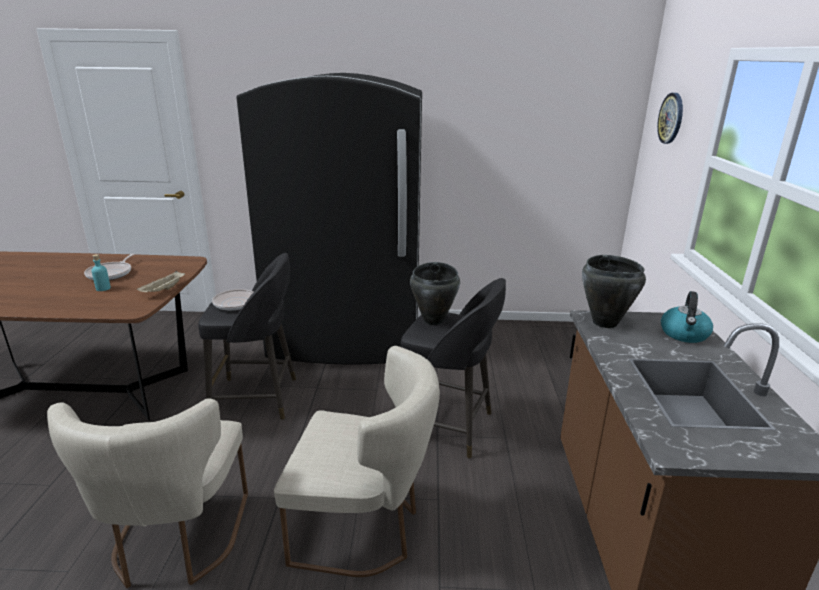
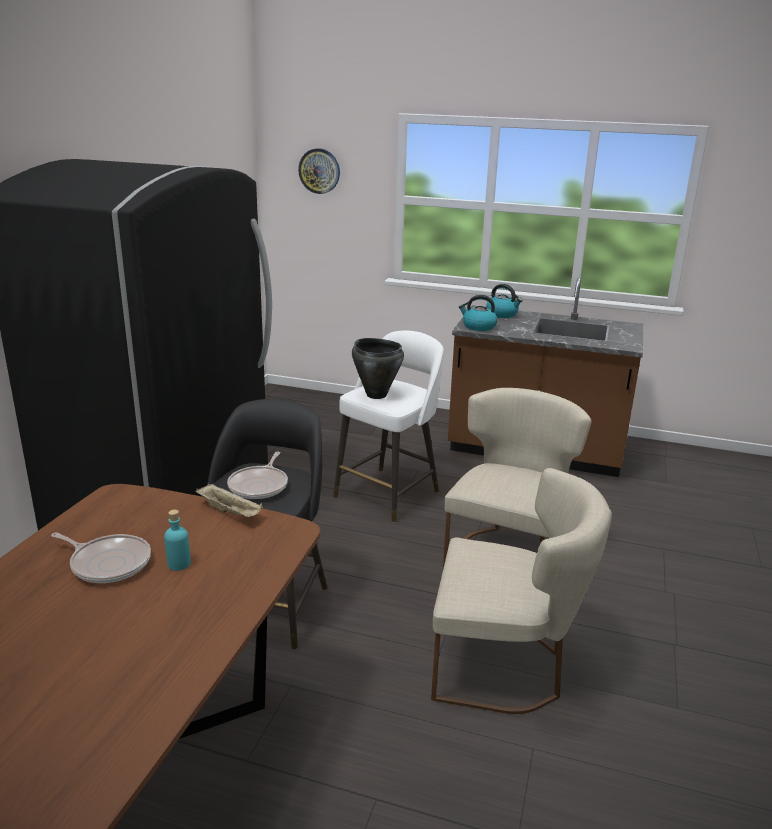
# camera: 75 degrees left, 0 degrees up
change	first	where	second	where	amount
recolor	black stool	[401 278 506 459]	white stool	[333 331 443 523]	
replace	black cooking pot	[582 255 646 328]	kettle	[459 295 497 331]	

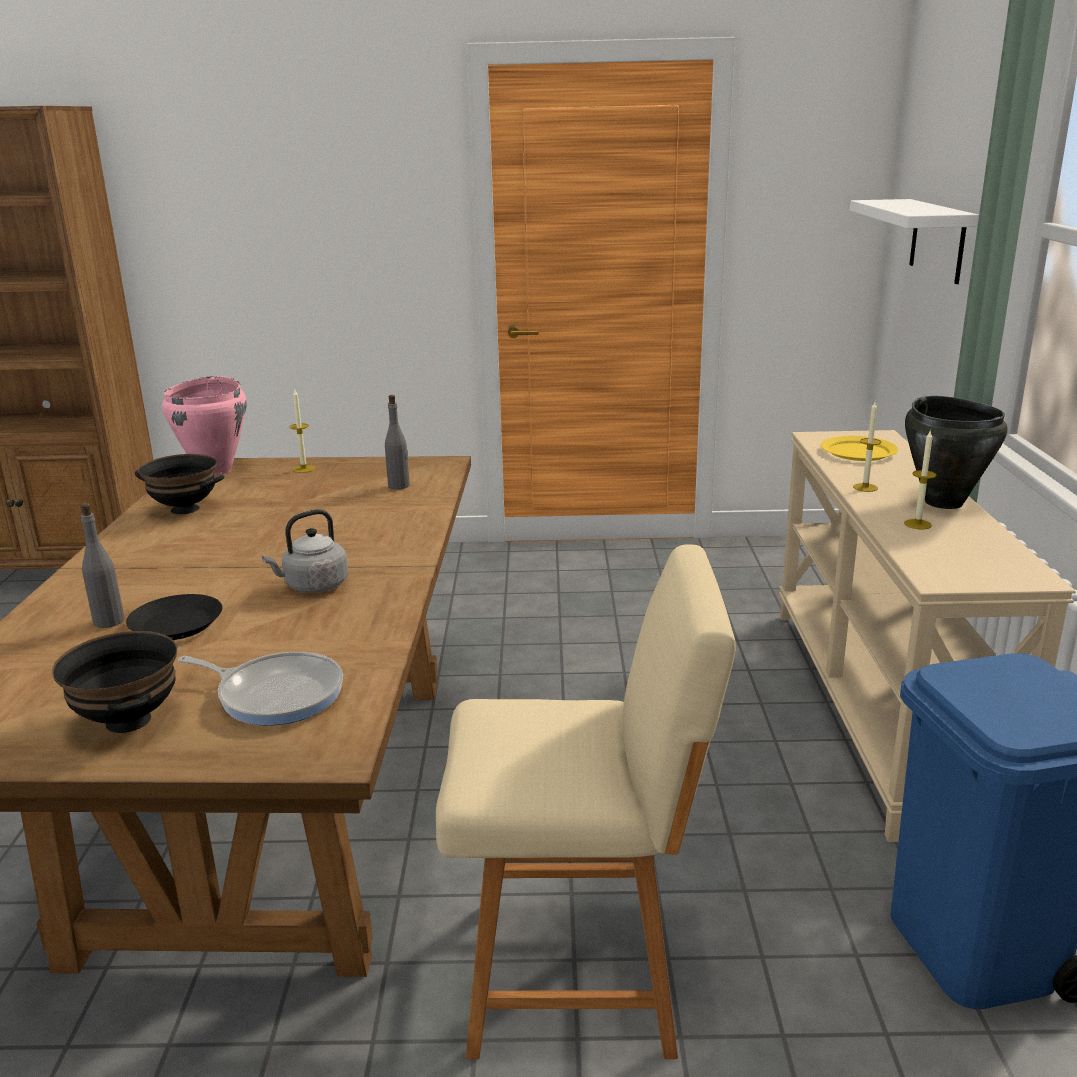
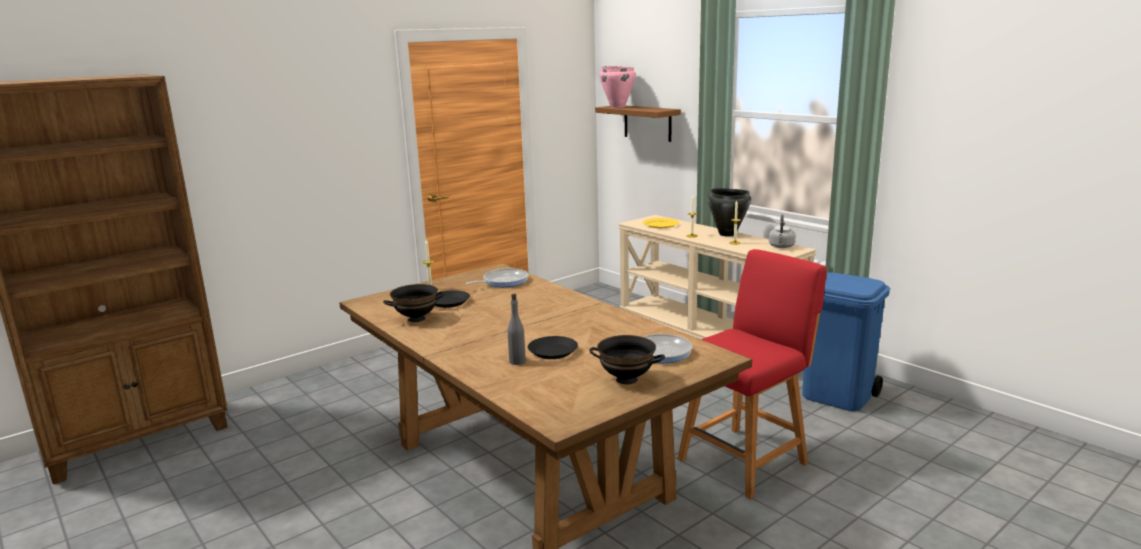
# camera: 40 degrees left, 5 degrees down
change	first	where	second	where	amount
move	pink cooking pot	[162 376 247 476]		[599 66 636 108]	
move	grey kettle	[262 509 348 593]		[769 215 796 248]	
replace	grey bottle	[385 395 409 490]	frying pan	[466 269 528 287]	
recolor	beige chair	[436 544 736 1059]	red chair	[678 249 827 499]	
recolor	white shelf	[850 199 979 284]	brown shelf	[595 106 681 142]	
insert			black plate	[435 290 470 308]	

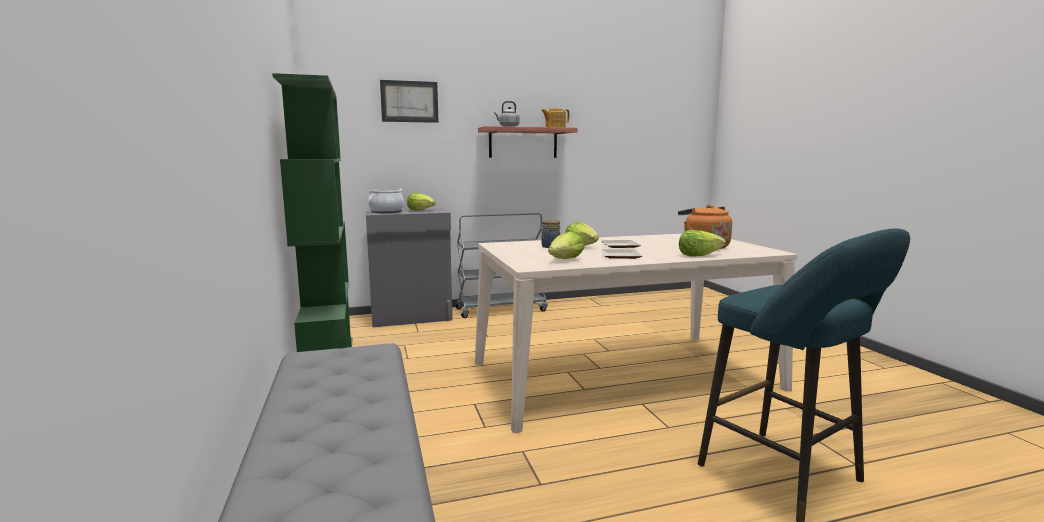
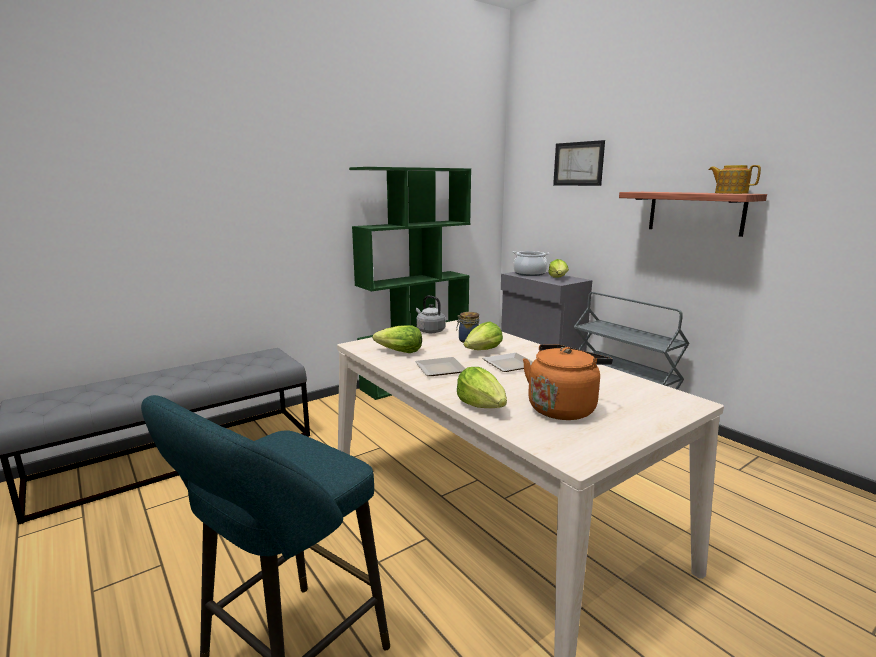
# camera: 70 degrees right, 5 degrees up
change	first	where	second	where	amount
move	grey kettle	[494 101 520 127]		[416 296 446 333]	

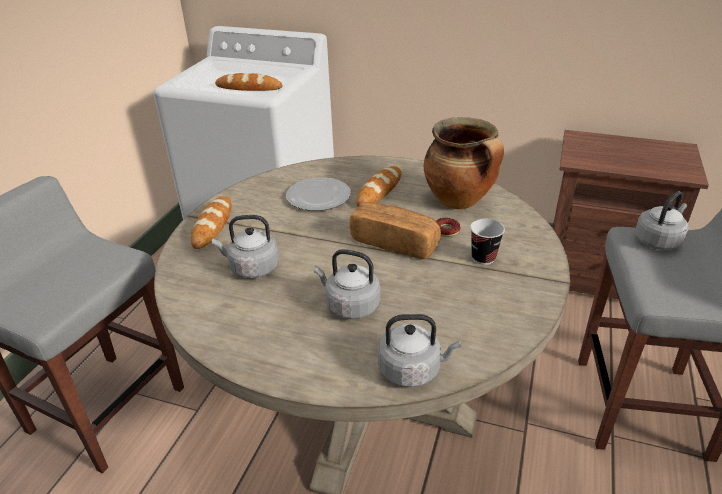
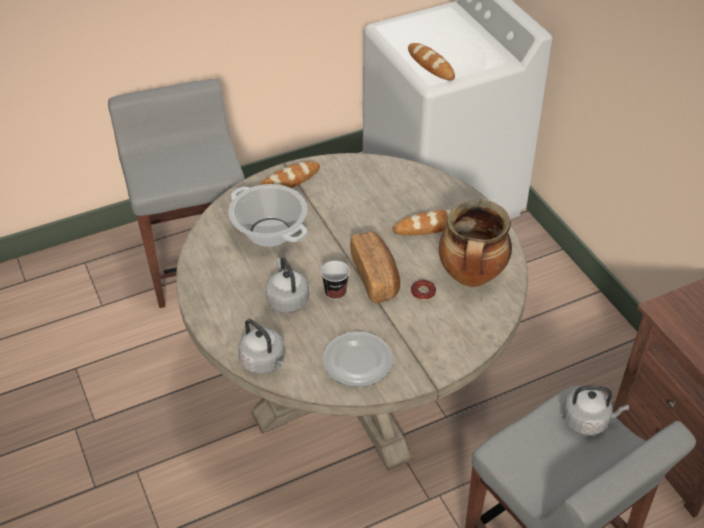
# camera: 45 degrees right, 10 degrees up
change	first	where	second	where	amount
replace	grey kettle	[212 215 279 279]	cooking pot	[228 184 308 247]	
move	plate	[286 177 351 211]		[322 332 393 387]	
move	cup	[470 219 505 265]		[321 261 350 300]	

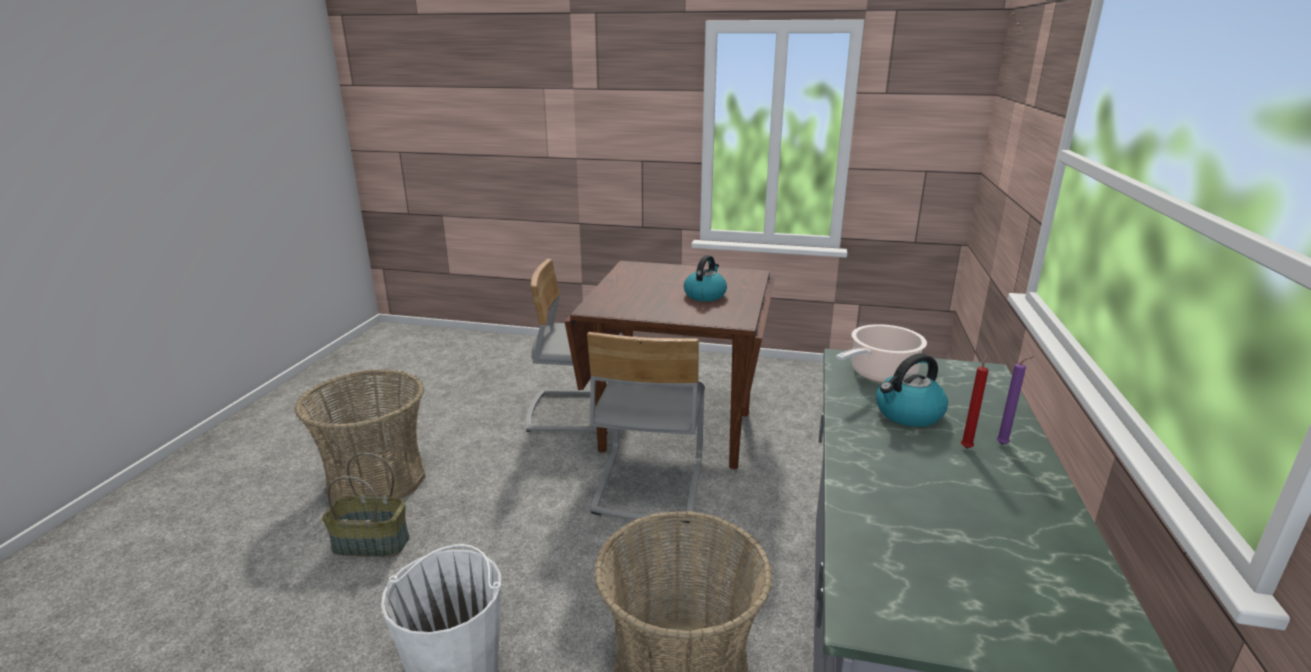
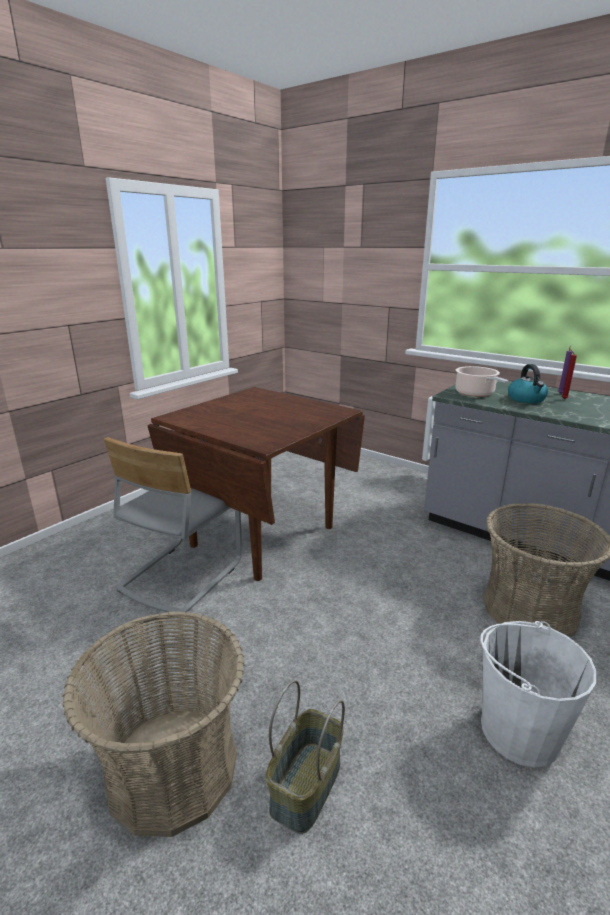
# camera: 65 degrees left, 0 degrees up
change	first	where	second	where	amount
delete	grey chair	[587 332 705 523]			
delete	kettle	[684 255 727 301]			

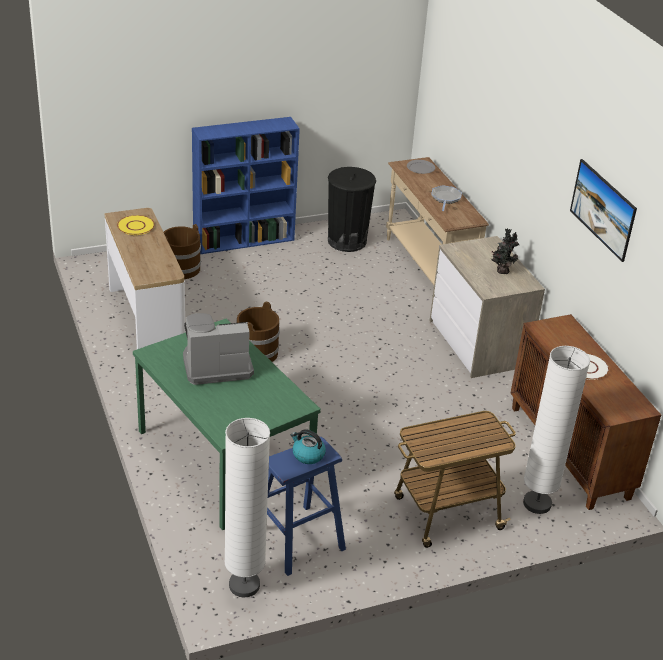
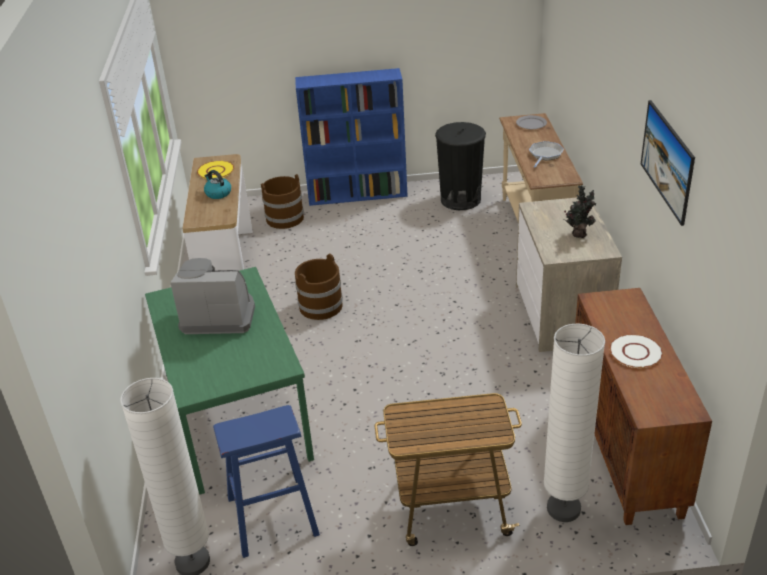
# camera: 20 degrees right, 0 degrees up
change	first	where	second	where	amount
move	kettle	[291 429 326 464]		[204 170 231 199]	

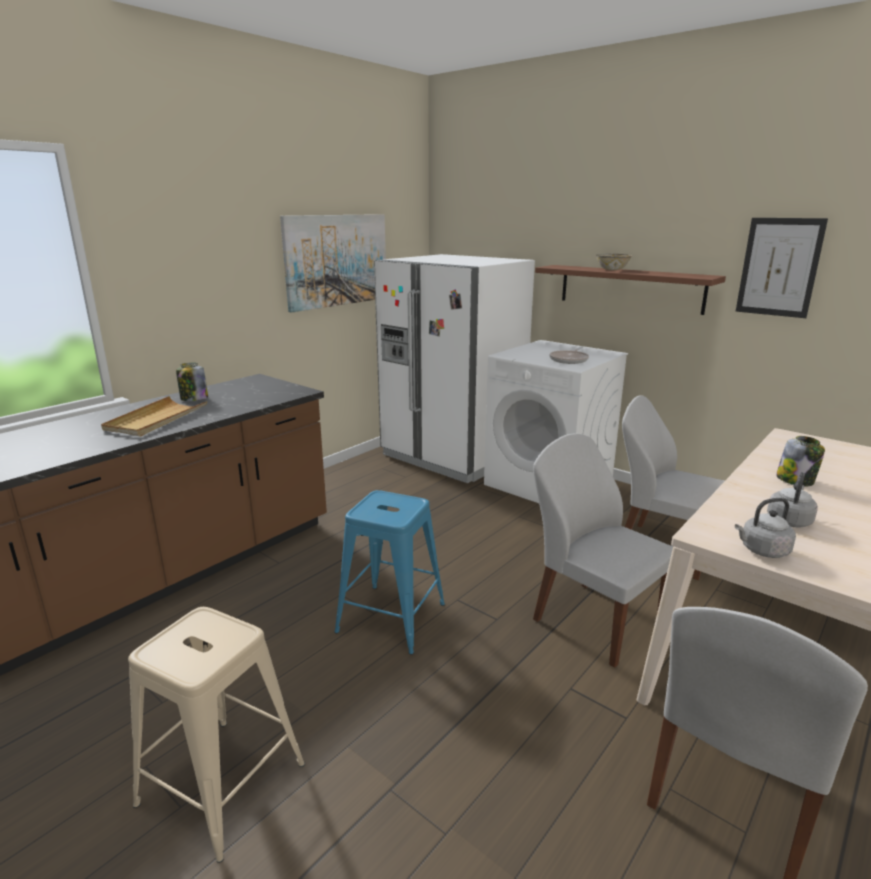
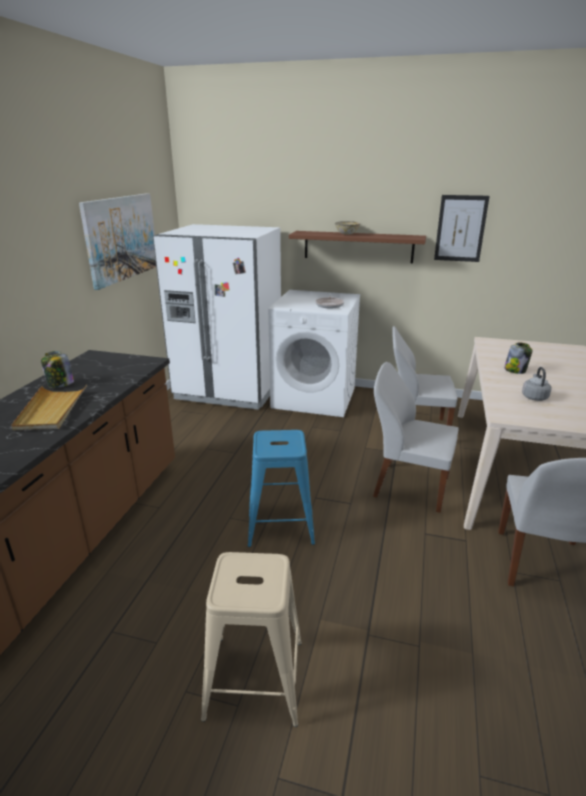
# camera: 25 degrees left, 5 degrees up
change	first	where	second	where	amount
delete	grey kettle	[735 498 796 558]			

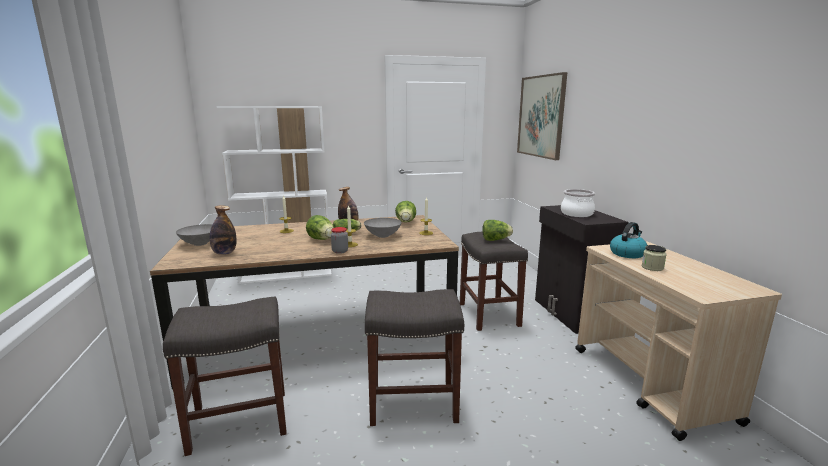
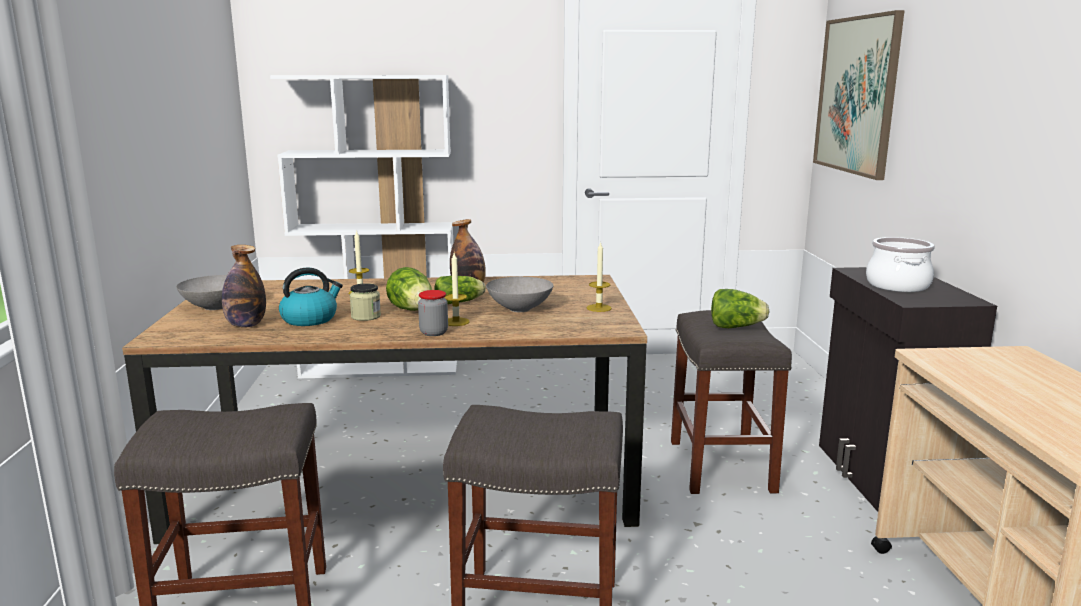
# camera: 10 degrees right, 0 degrees up
change	first	where	second	where	amount
delete	lettuce	[395 201 416 222]			
move	kettle	[610 222 647 258]		[279 267 343 326]	
move	jar	[642 245 667 271]		[350 283 381 321]	

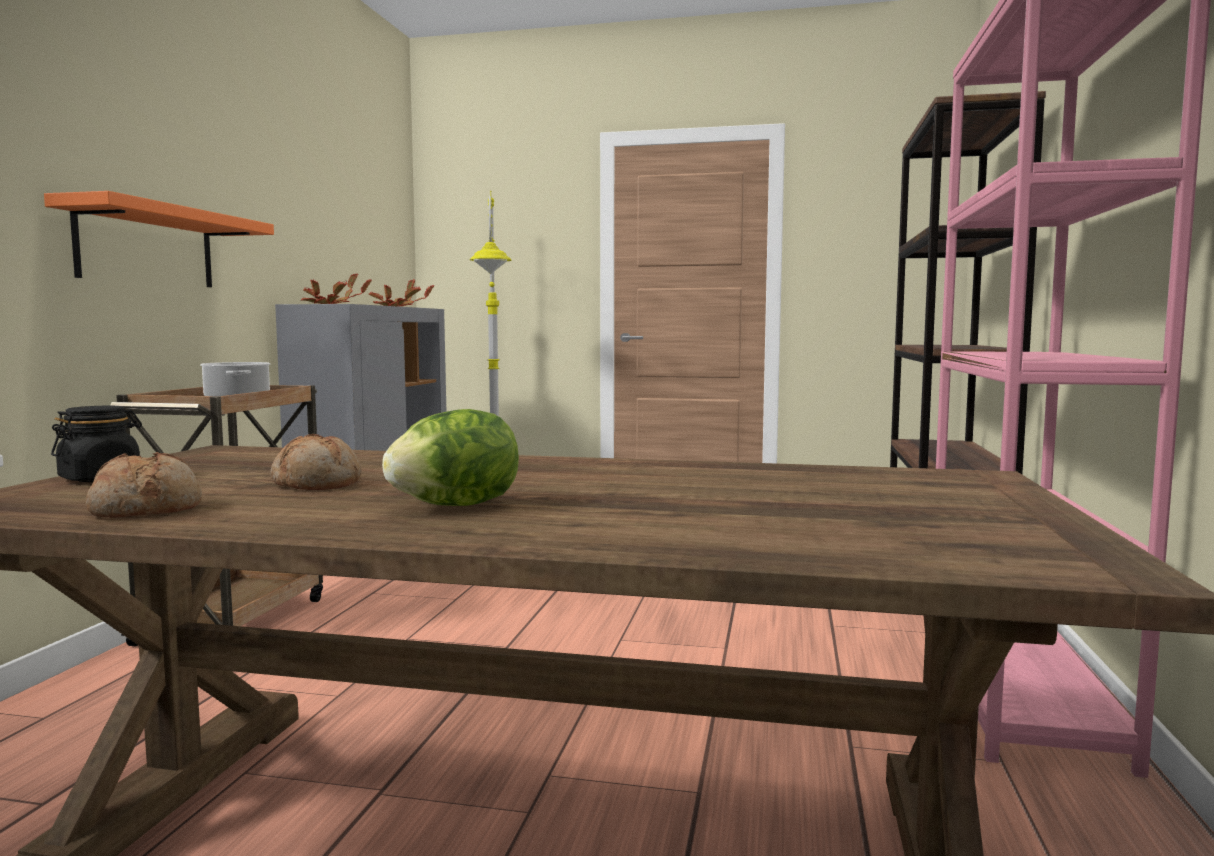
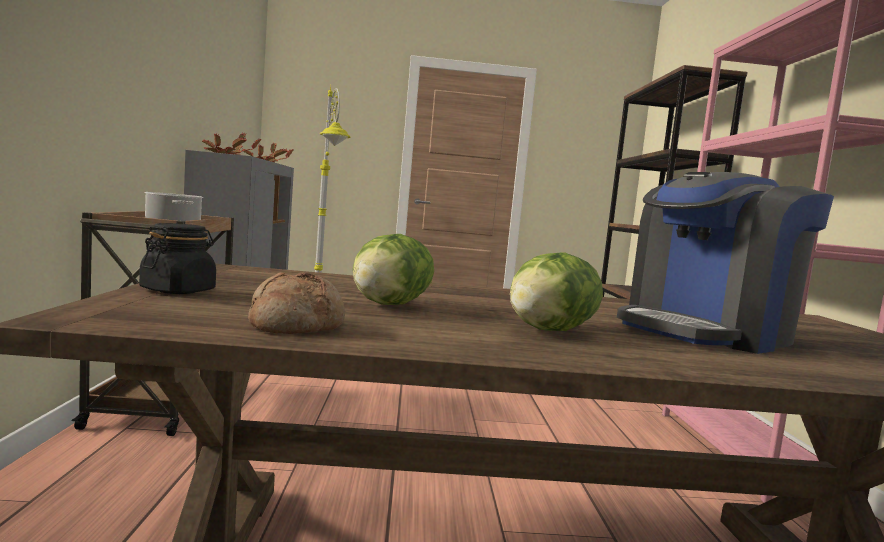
# camera: 15 degrees left, 0 degrees up
change	first	where	second	where	amount
delete	orange shelf	[44 191 274 287]			
replace	bread	[270 434 362 490]	lettuce	[353 234 434 305]	
insert			coffee machine	[617 172 834 354]	

